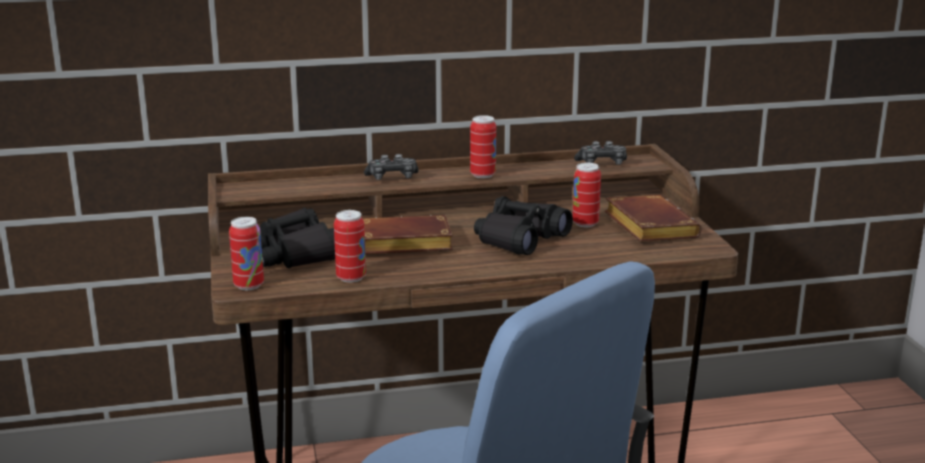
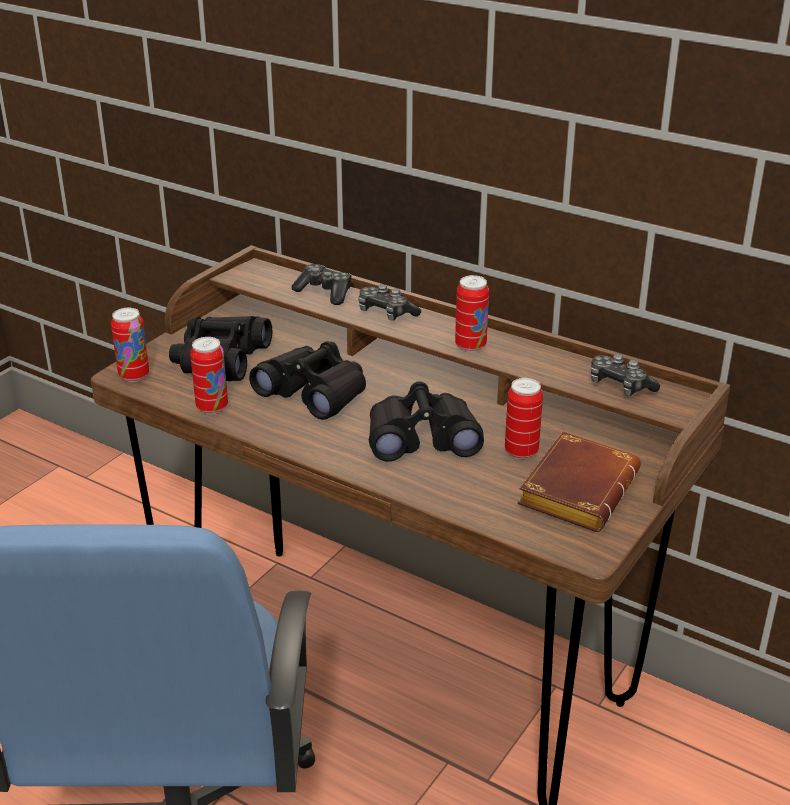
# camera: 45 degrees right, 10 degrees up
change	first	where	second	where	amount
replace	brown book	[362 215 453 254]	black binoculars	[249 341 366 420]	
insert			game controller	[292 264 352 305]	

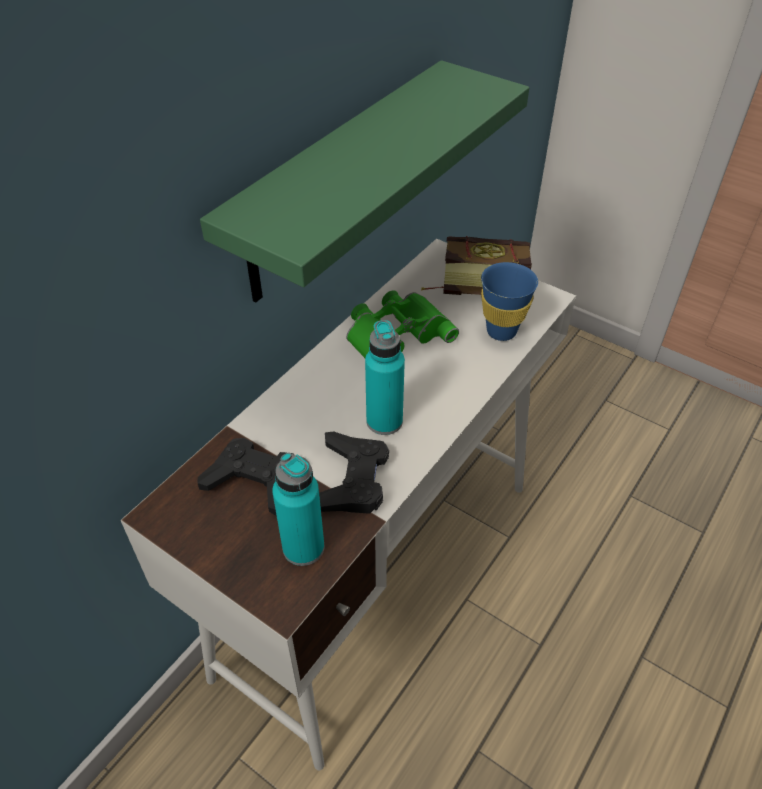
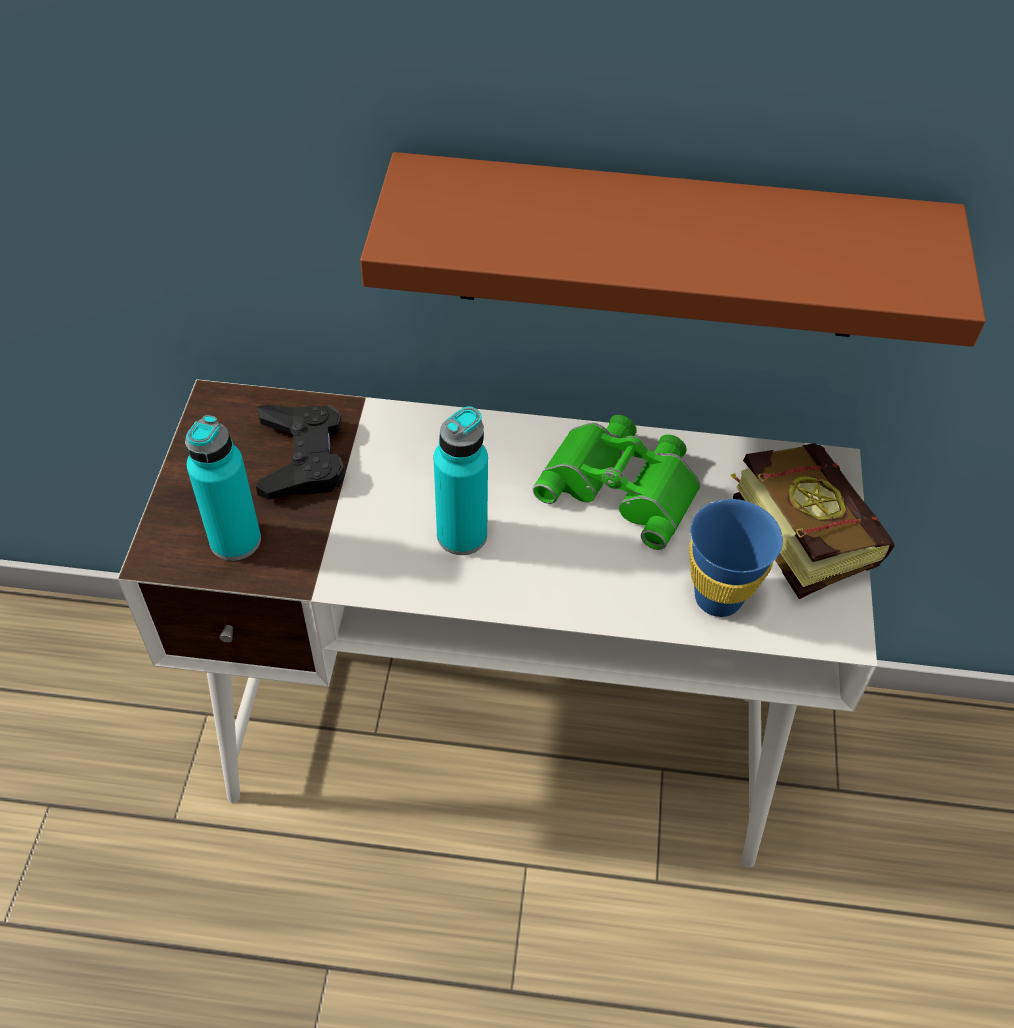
# camera: 60 degrees right, 5 degrees up
change	first	where	second	where	amount
recolor	green shelf	[200 60 529 302]	brown shelf	[360 152 986 347]	
delete	black game controller	[319 431 389 514]			

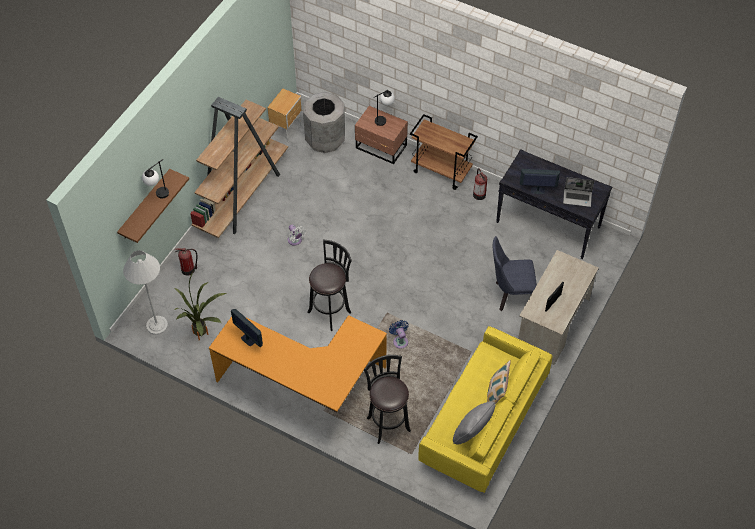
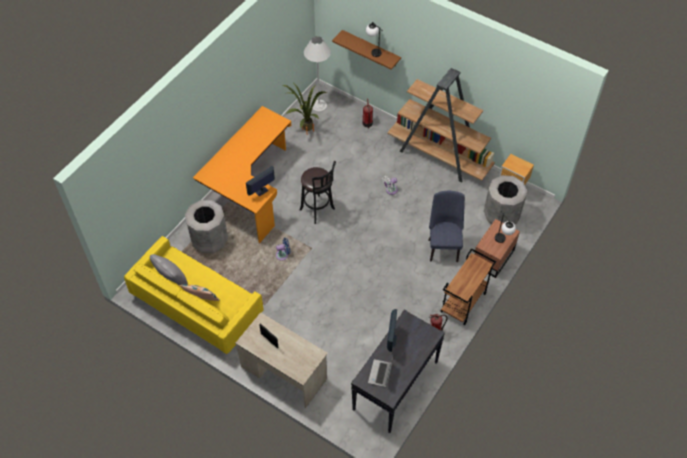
# camera: 95 degrees right, 0 degrees up
change	first	where	second	where	amount
move	monitor	[231 309 263 347]		[246 166 275 196]	
replace	black stool	[364 355 411 444]	grey trash can	[185 200 228 253]	
move	blue chair	[493 236 537 311]		[428 191 465 262]	

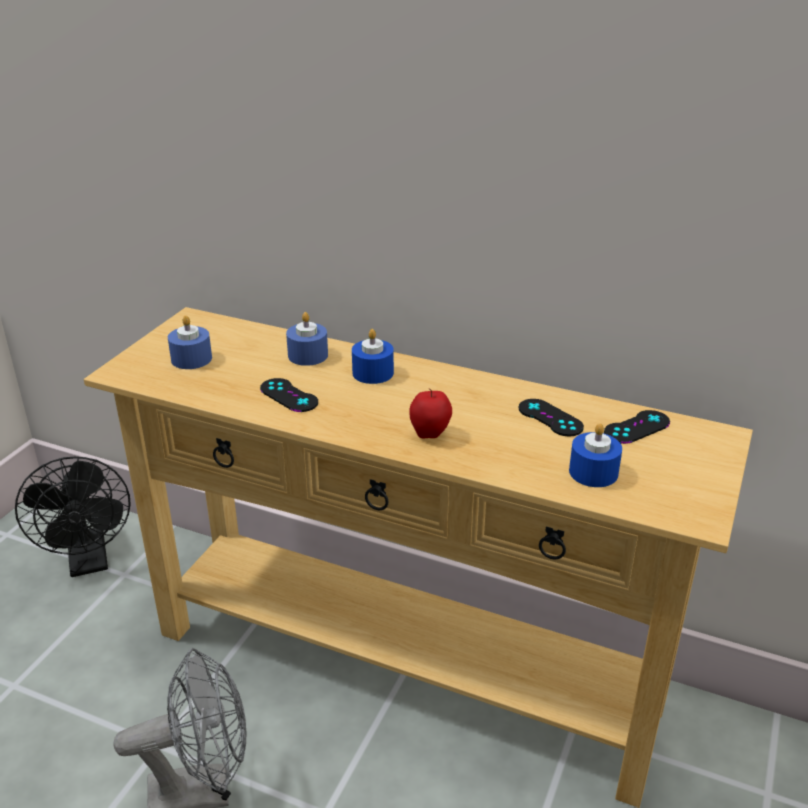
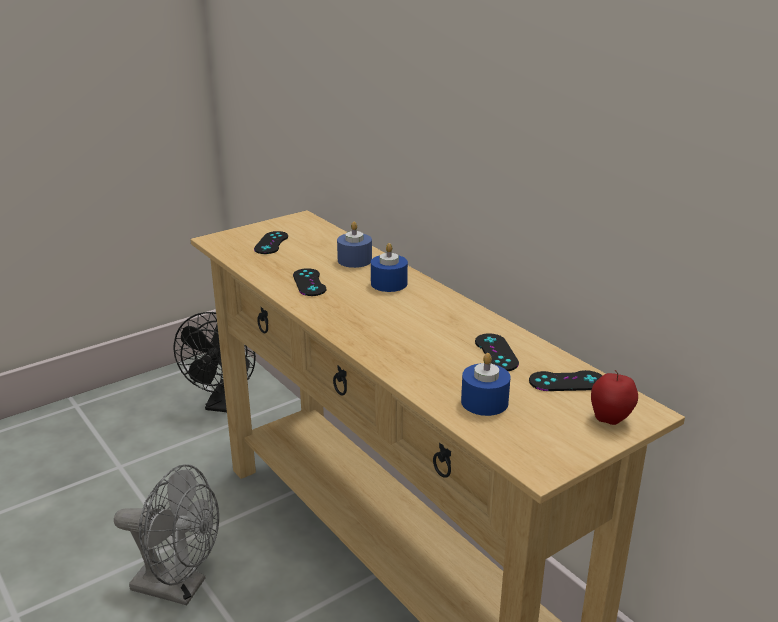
# camera: 30 degrees right, 5 degrees down
change	first	where	second	where	amount
replace	blue candle	[168 315 212 369]	black game controller	[254 231 288 254]	
move	apple	[409 388 452 439]		[591 370 638 425]	

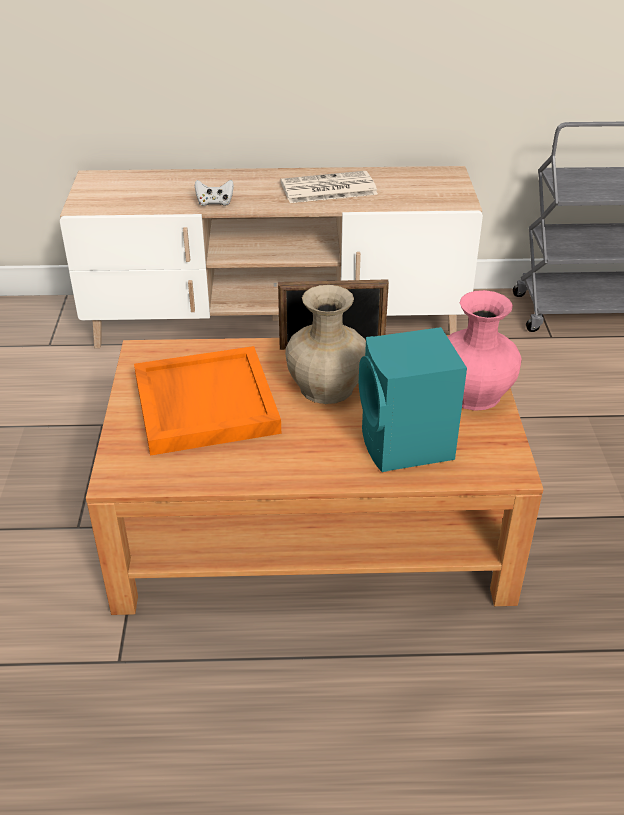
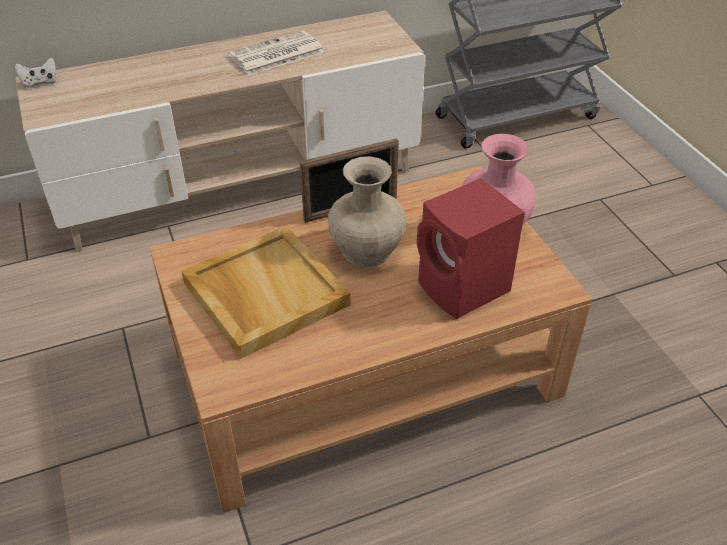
# camera: 20 degrees left, 5 degrees up
change	first	where	second	where	amount
recolor	orange tray	[134 346 281 456]	beige tray	[181 226 351 359]	
move	white game controller	[195 180 234 206]		[15 58 56 88]	
recolor	turquoise speaker	[359 327 467 472]	red speaker	[417 178 525 319]	

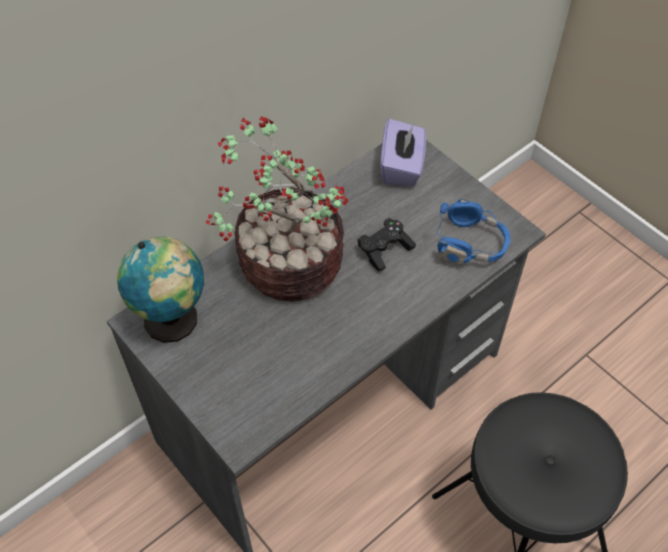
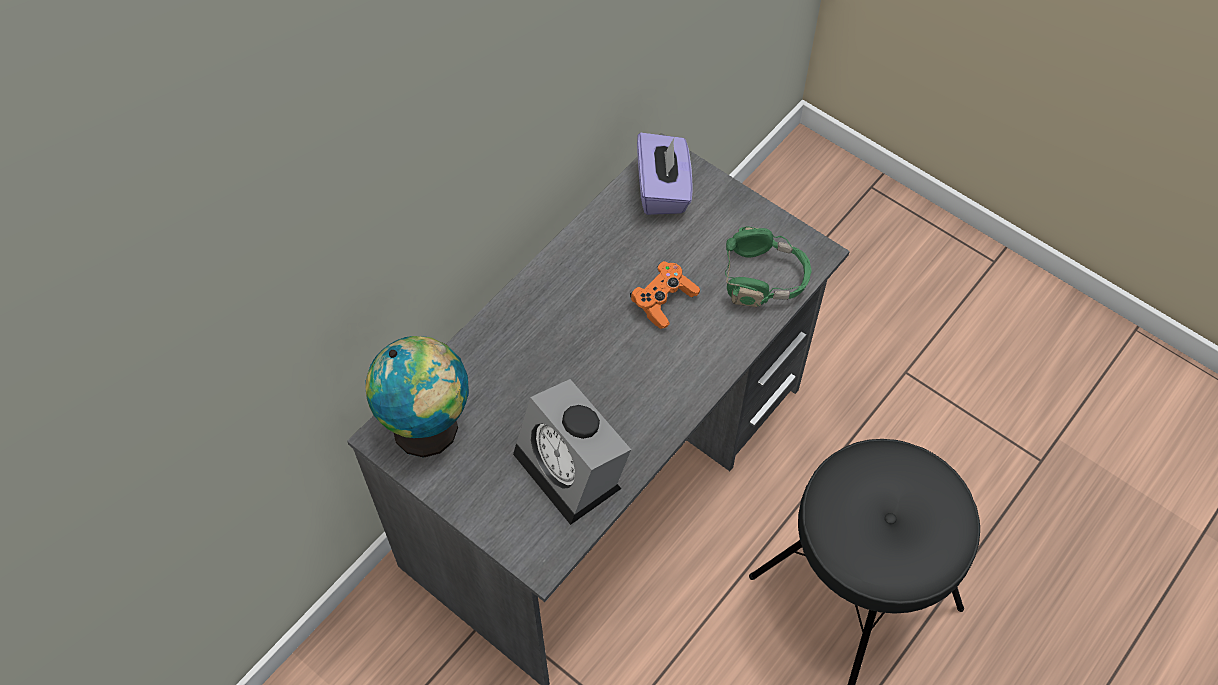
# camera: 10 degrees left, 5 degrees up
change	first	where	second	where	amount
delete	potted plant	[206 116 348 302]			
recolor	black game controller	[357 218 416 272]	orange game controller	[630 261 700 329]	
recolor	blue headphones	[437 199 510 265]	green headphones	[725 226 811 307]	
insert			alarm clock	[513 379 631 525]	

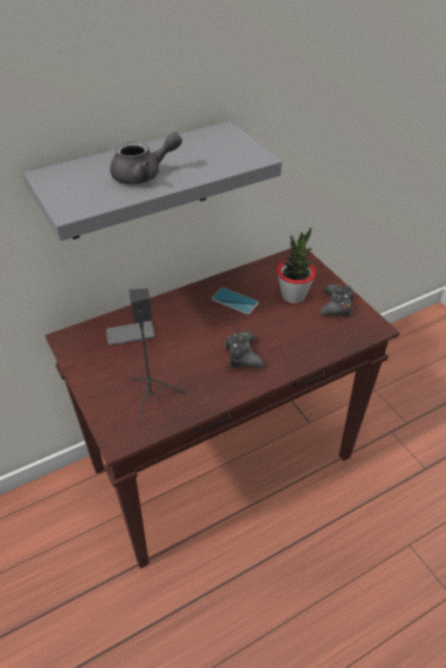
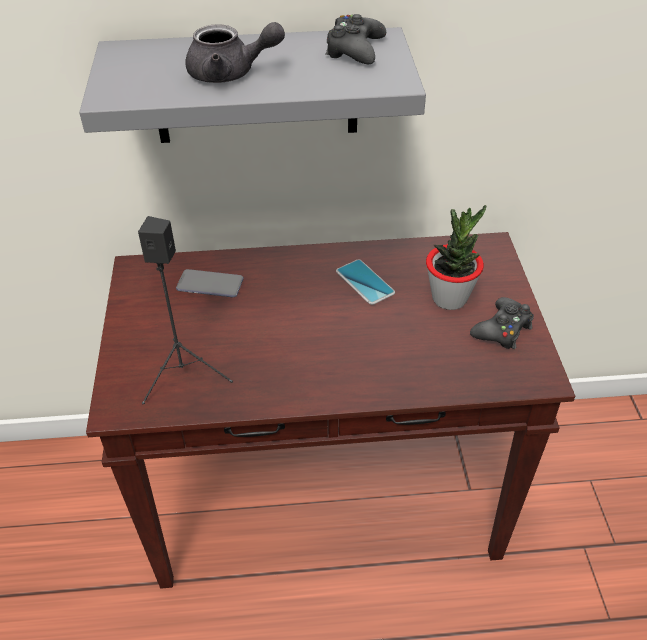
# camera: 25 degrees right, 0 degrees up
change	first	where	second	where	amount
move	black game controller	[224 332 263 368]		[325 14 386 64]	

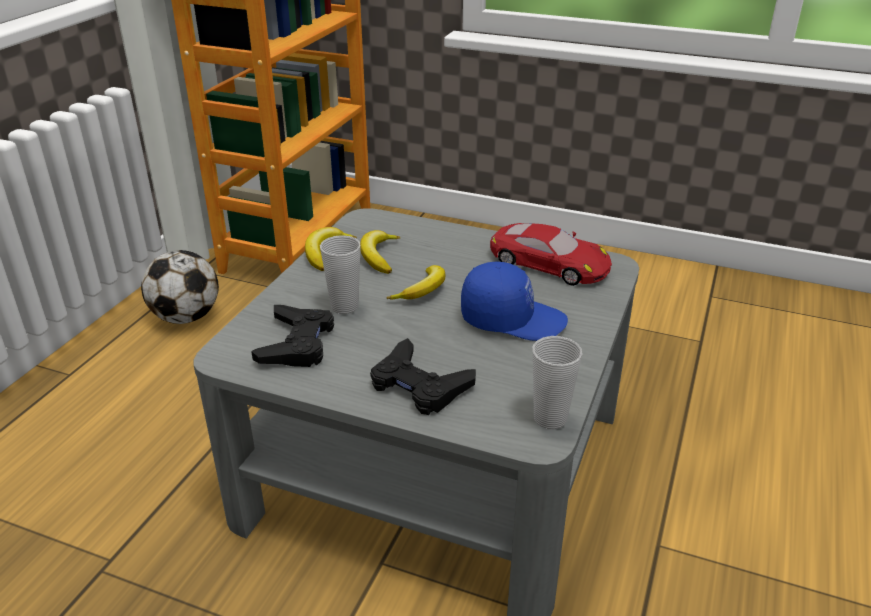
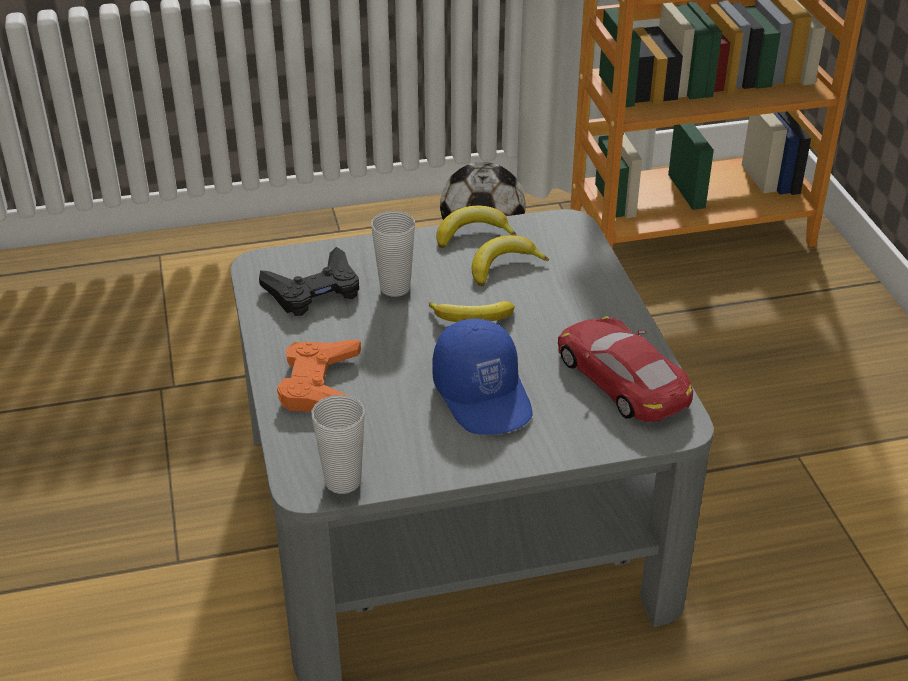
# camera: 55 degrees right, 5 degrees up
change	first	where	second	where	amount
recolor	black game controller	[370 338 476 415]	orange game controller	[277 340 361 412]	
rotate	red toy car	[490 223 612 286]		[558 316 693 422]	150 degrees clockwise

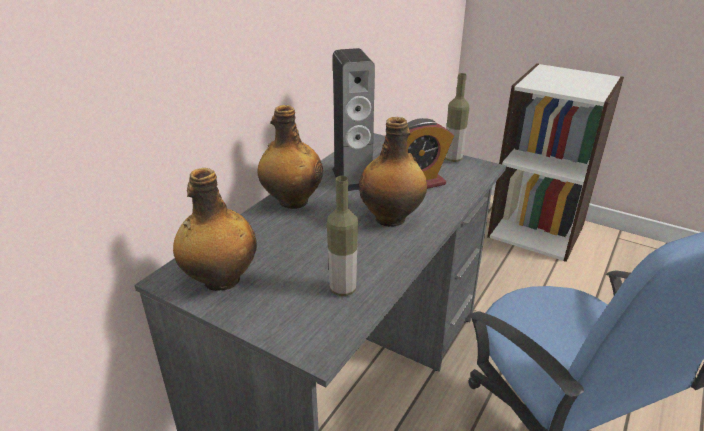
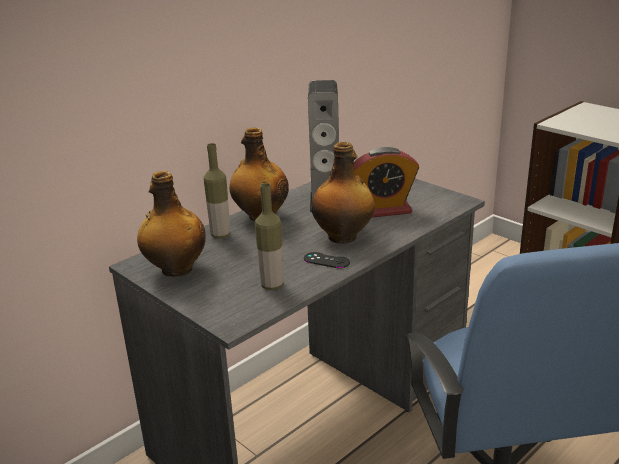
# camera: 15 degrees right, 5 degrees down
change	first	where	second	where	amount
move	bottle	[445 73 469 162]		[204 143 231 239]	
insert			black game controller	[304 252 350 268]	

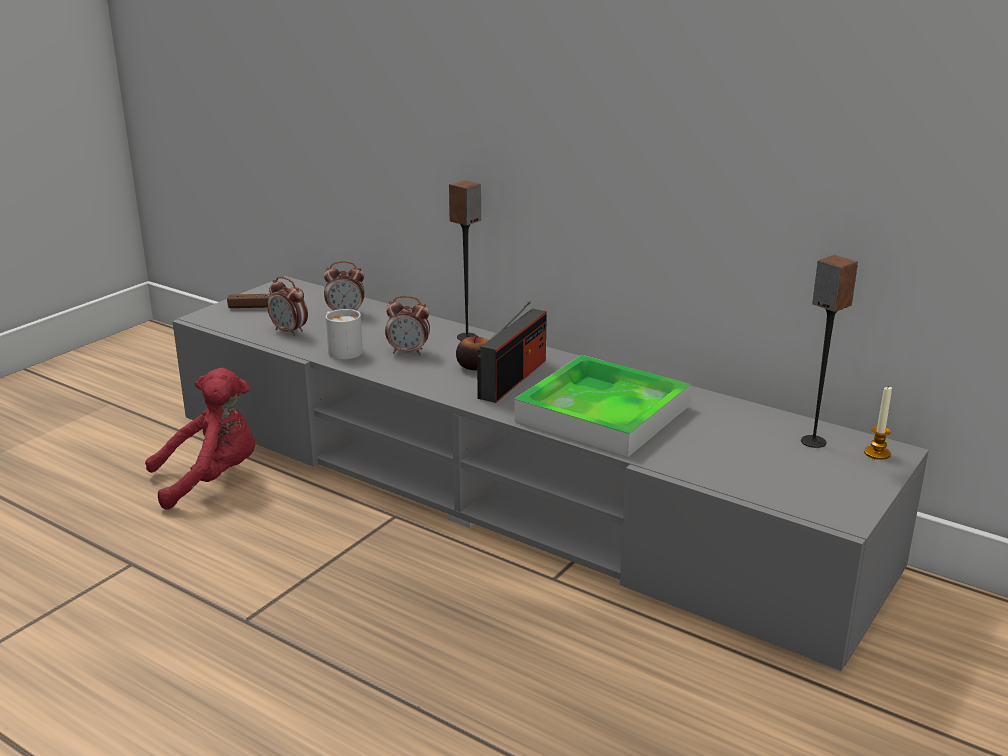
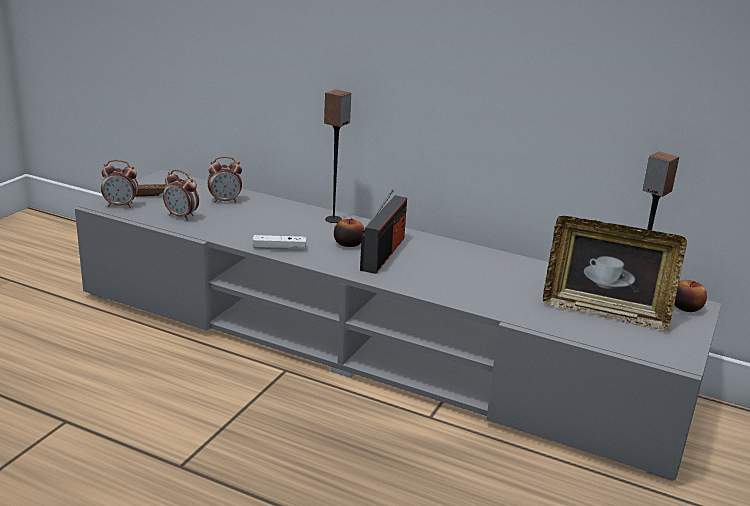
# camera: 10 degrees left, 0 degrees up
change	first	where	second	where	amount
delete	red plush toy	[145 368 255 510]			
delete	white mug	[326 309 363 360]			
move	alarm clock	[385 296 430 355]		[101 160 138 208]	
delete	tray	[514 355 691 457]			
replace	candle	[864 385 892 460]	apple	[674 280 707 312]	
insert			white game controller	[253 235 306 250]	
insert			picture frame	[543 216 687 331]	

